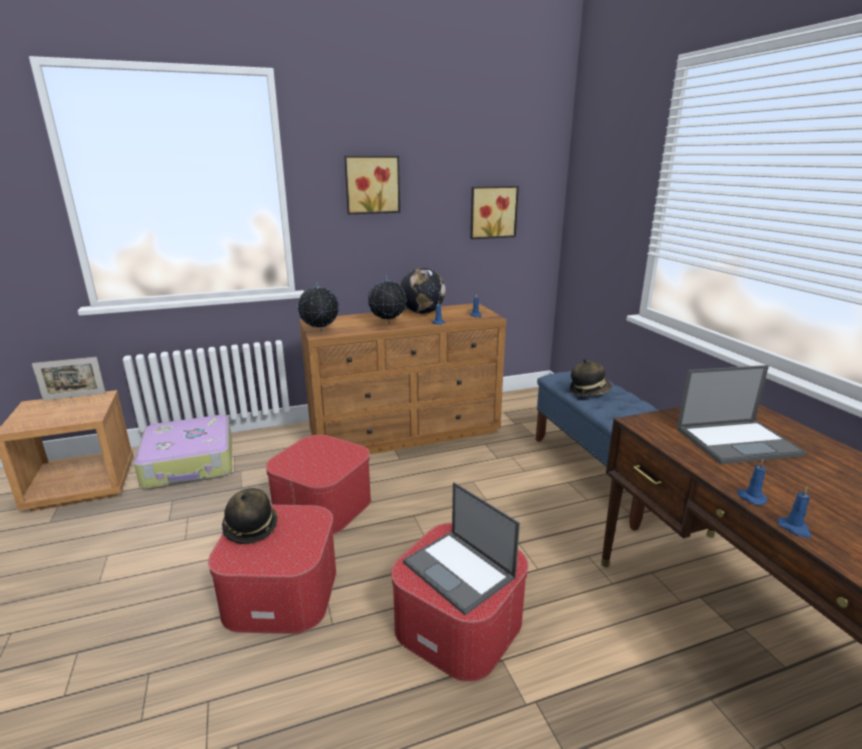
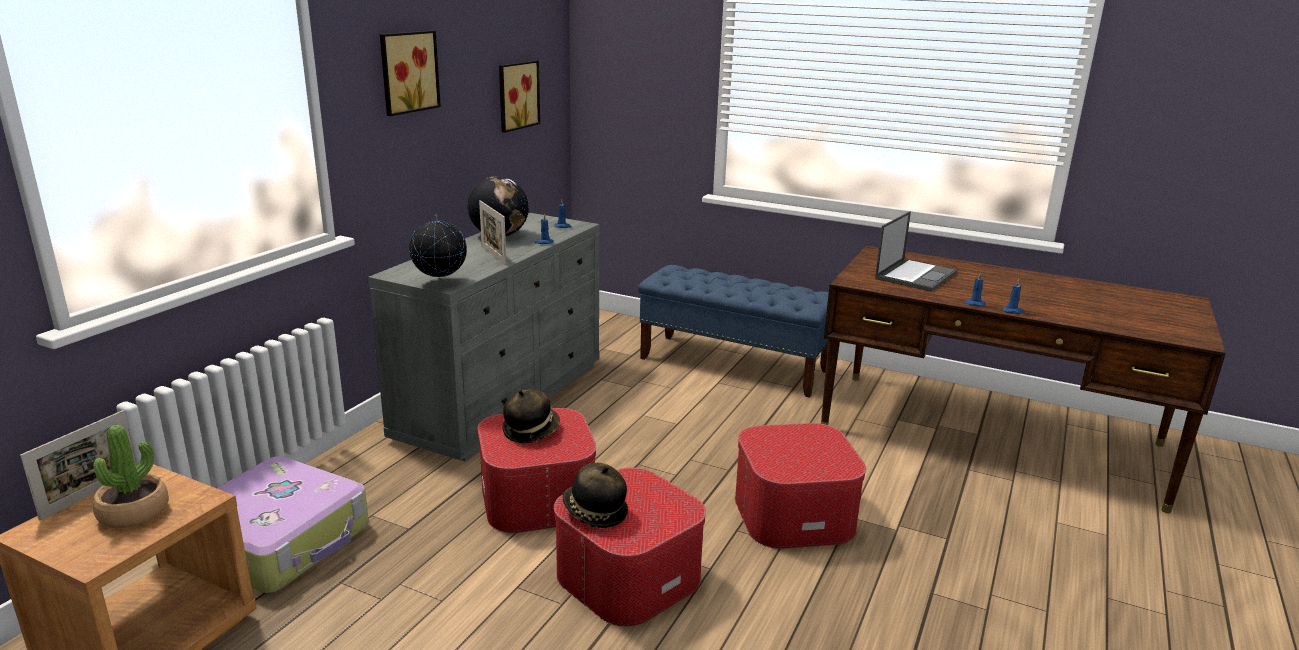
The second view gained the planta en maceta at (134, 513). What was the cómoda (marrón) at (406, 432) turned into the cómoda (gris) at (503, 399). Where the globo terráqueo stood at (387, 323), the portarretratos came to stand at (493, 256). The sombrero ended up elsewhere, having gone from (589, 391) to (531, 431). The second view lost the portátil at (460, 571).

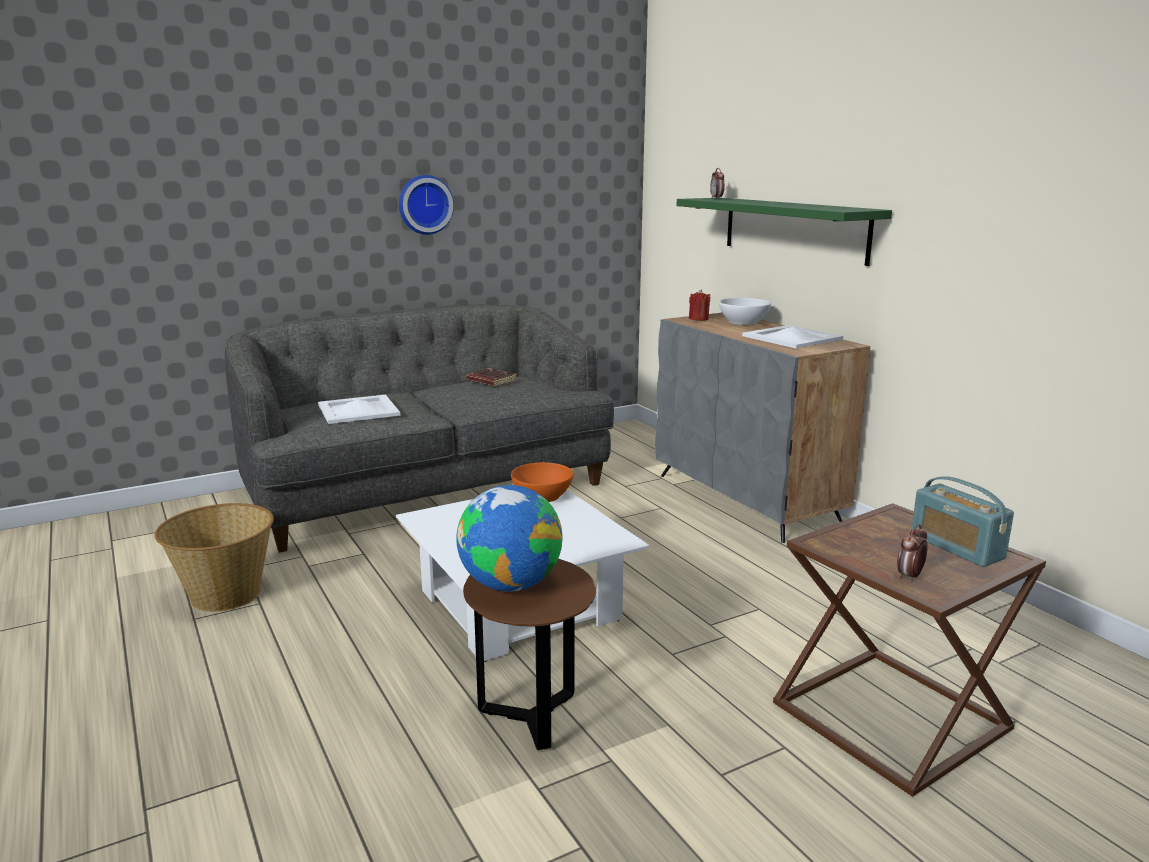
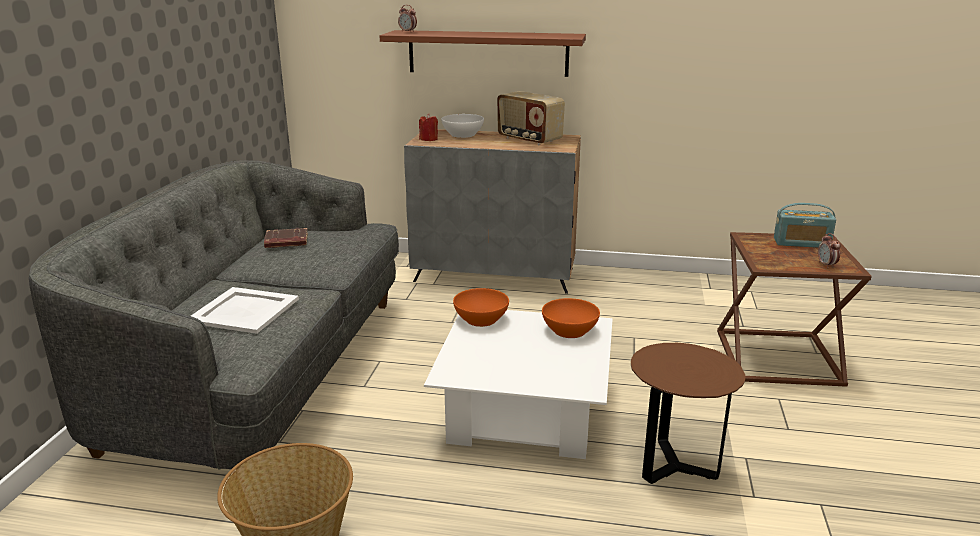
What was the estante (verde) at (794, 229) turned into the estante (marrón) at (488, 53). Where the bandeja (blanco) stood at (793, 337), the radio came to stand at (529, 139). The second view gained the cuenco (naranja) at (570, 330). The second view lost the reloj de pared at (424, 204). The second view lost the globo terráqueo at (510, 584).

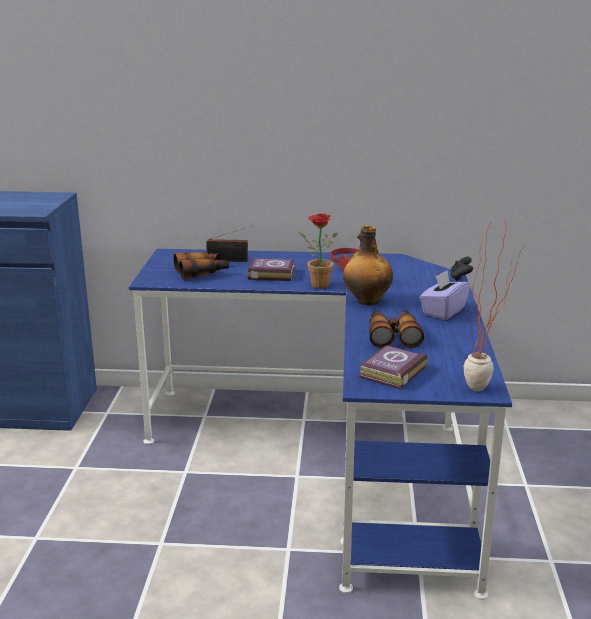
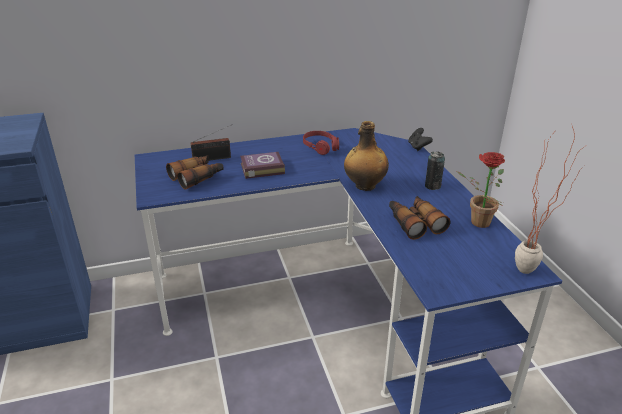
Where the caja de pañuelos (morado) stood at (443, 311), the lata came to stand at (432, 186). The planta en maceta ended up elsewhere, having gone from (316, 284) to (476, 222). The second view lost the libro at (390, 372).

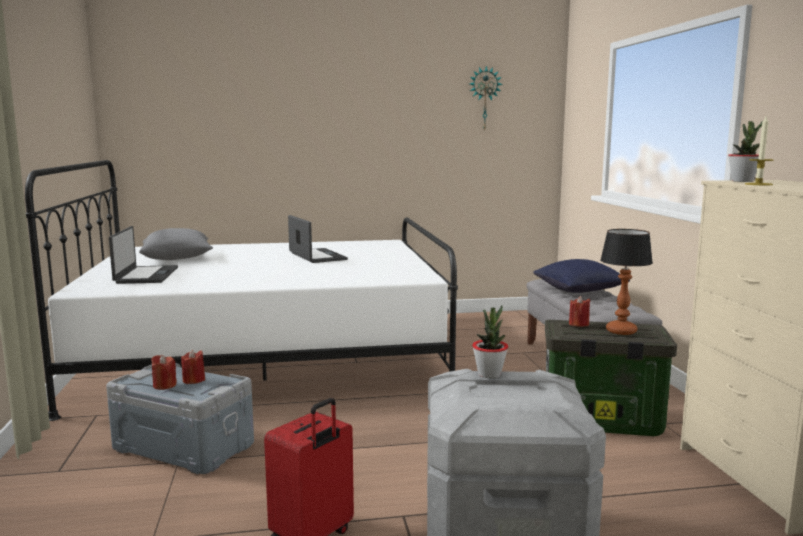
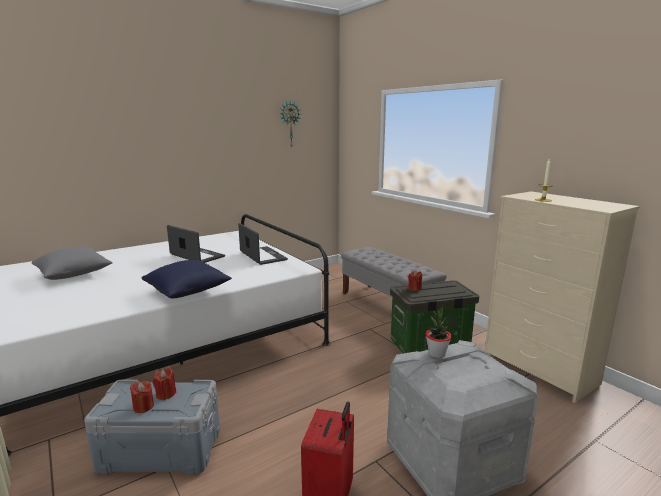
The cojín (azul) ended up elsewhere, having gone from (579, 291) to (187, 291). The portátil ended up elsewhere, having gone from (145, 275) to (262, 256). The second view lost the lámpara de mesa at (621, 331). The second view lost the planta en maceta at (742, 181).

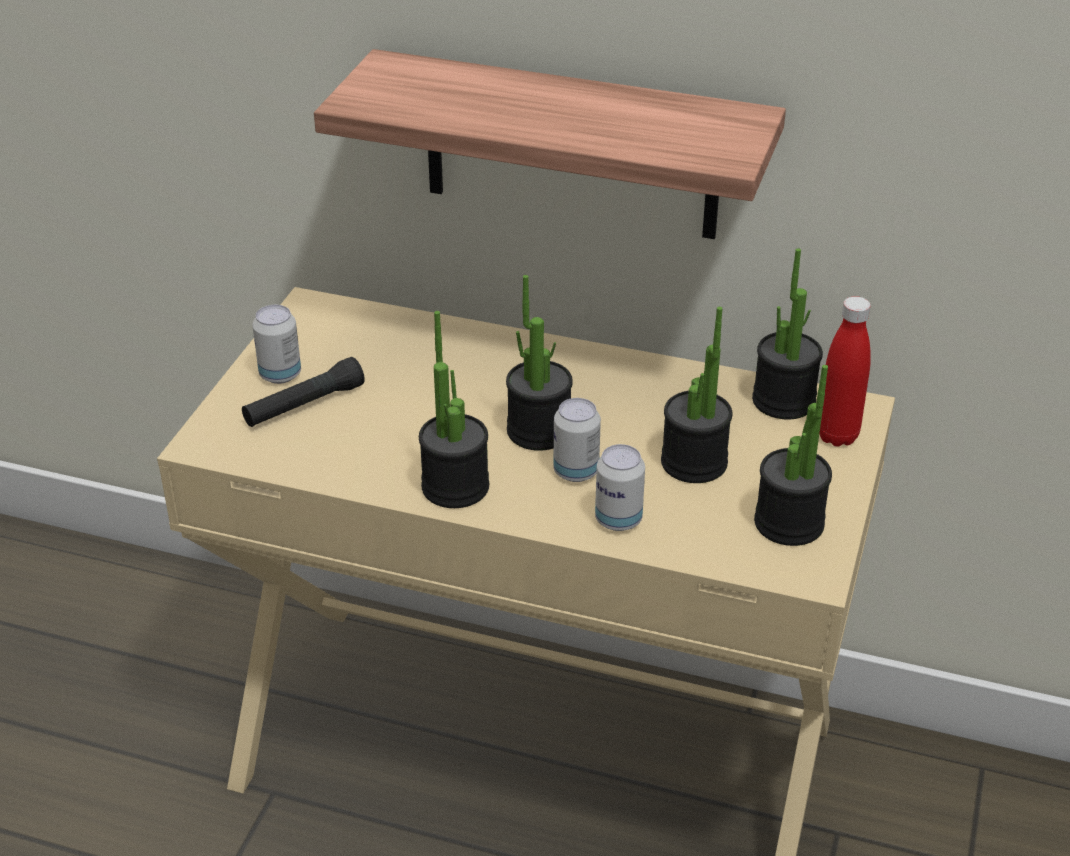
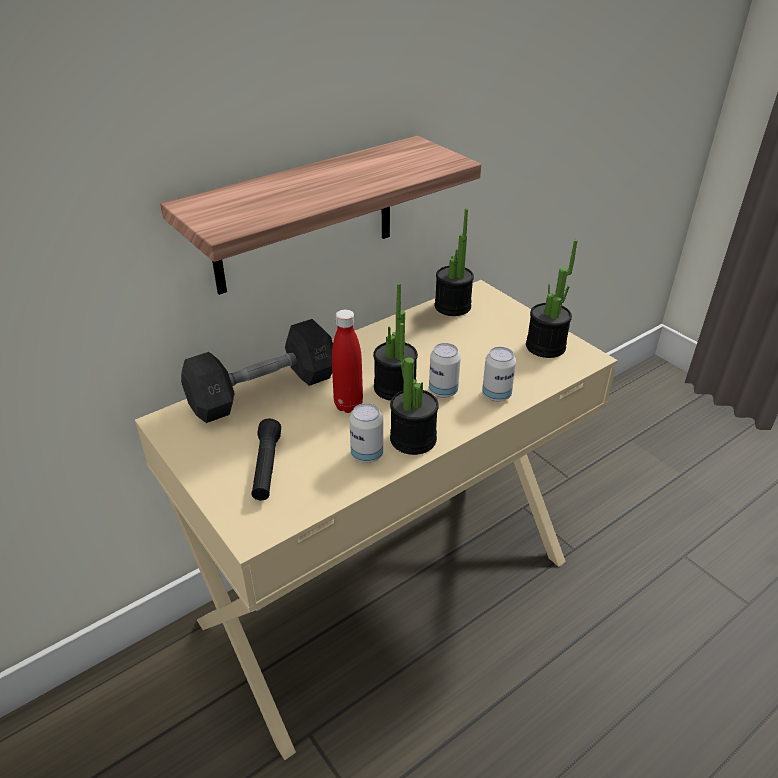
The second view gained the mancuerna (gris) at (263, 391). The botella (rojo) ended up elsewhere, having gone from (837, 436) to (348, 405). The lata ended up elsewhere, having gone from (280, 375) to (367, 455). The second view lost the planta en maceta at (694, 462).

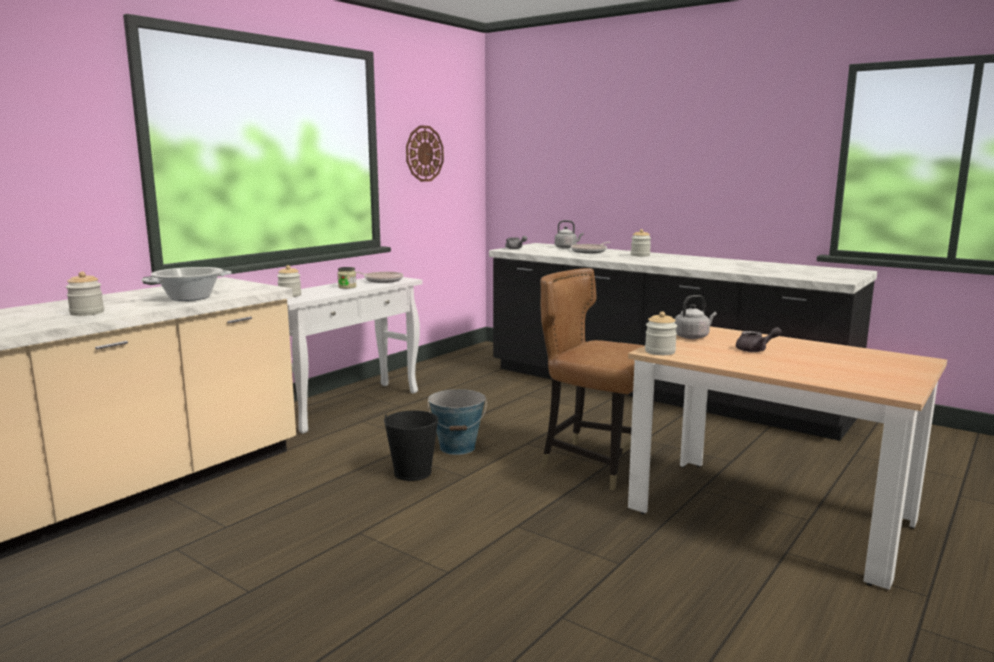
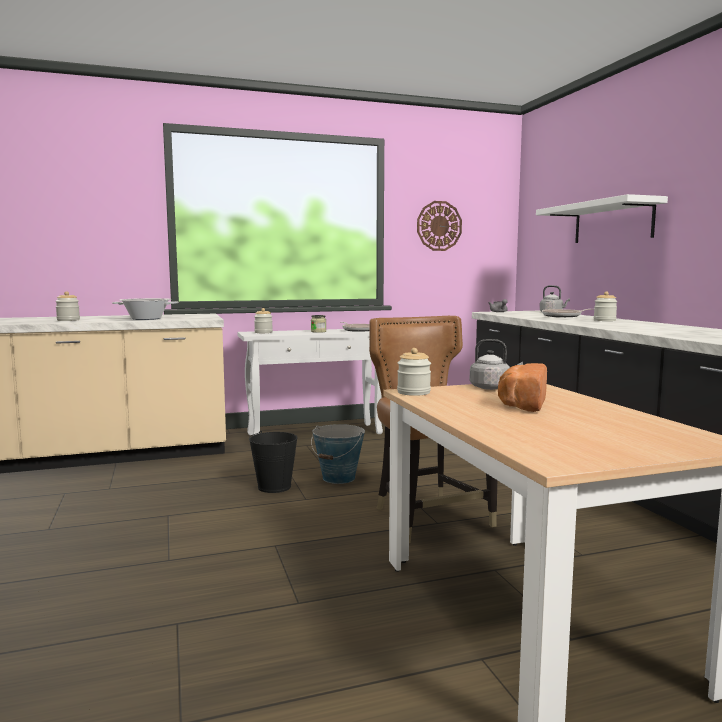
Where the tetera (gris) stood at (755, 350), the pan came to stand at (521, 404). The second view gained the estante (blanco) at (612, 222).

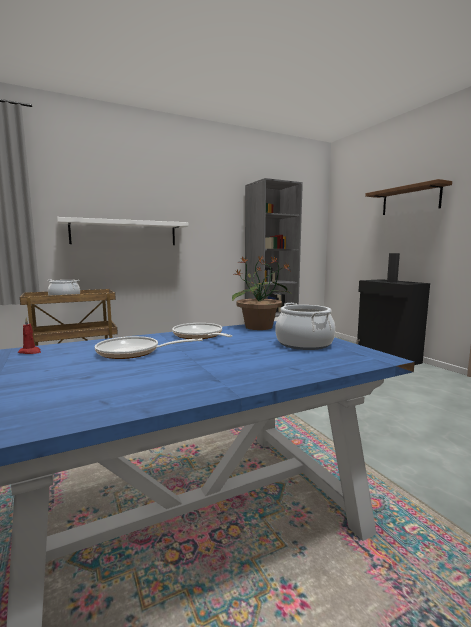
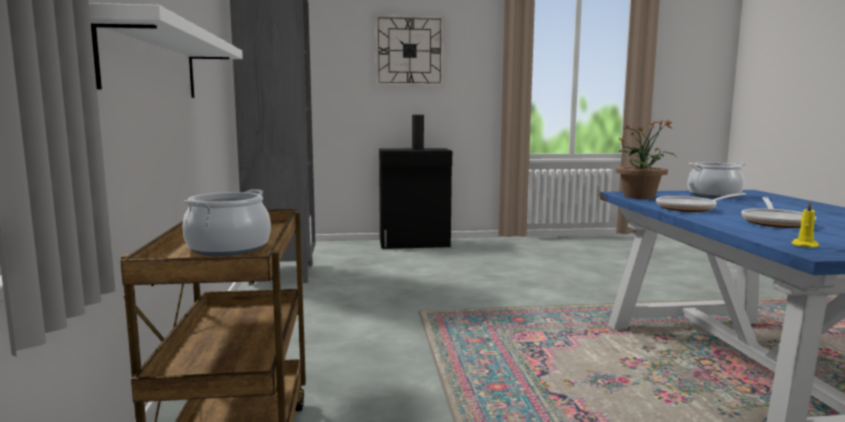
Where the estante (marrón) hung at (410, 200), the reloj de pared came to hang at (409, 51). What was the vela (rojo) at (30, 352) turned into the vela (amarillo) at (804, 245).

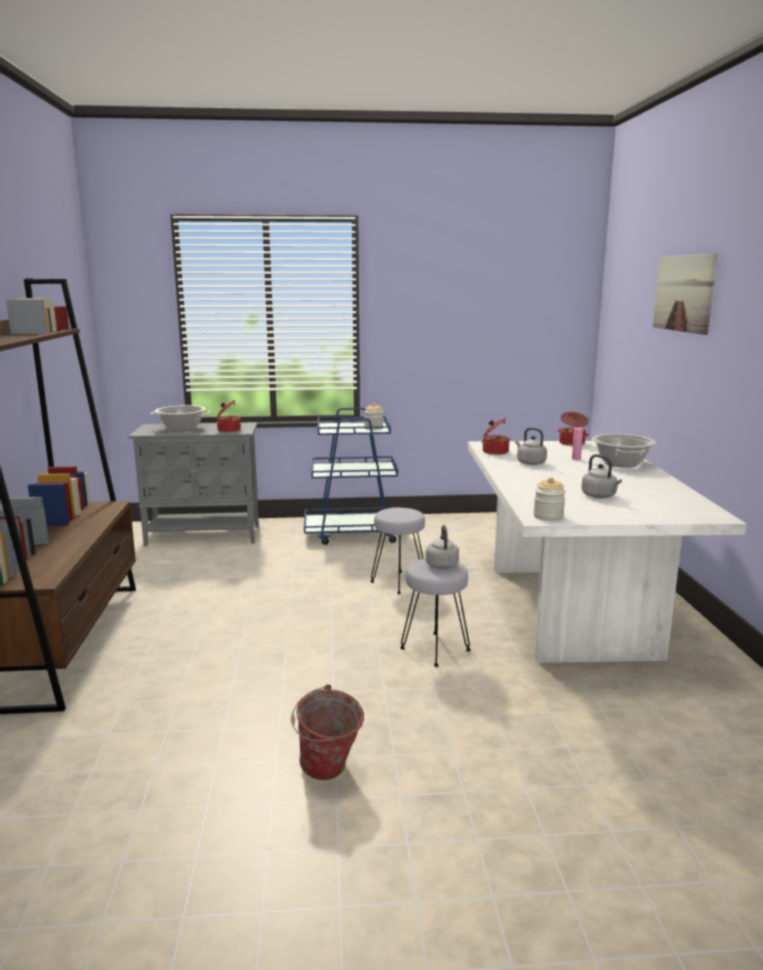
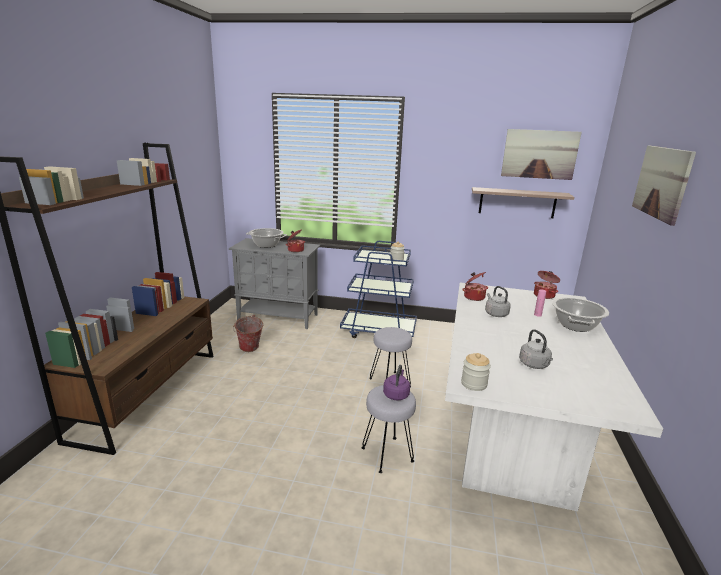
The cubo ended up elsewhere, having gone from (328, 773) to (249, 350). What was the hervidor (gris) at (441, 564) turned into the hervidor (morado) at (396, 394). The second view gained the estante at (517, 202). The second view gained the cuadro at (539, 154).

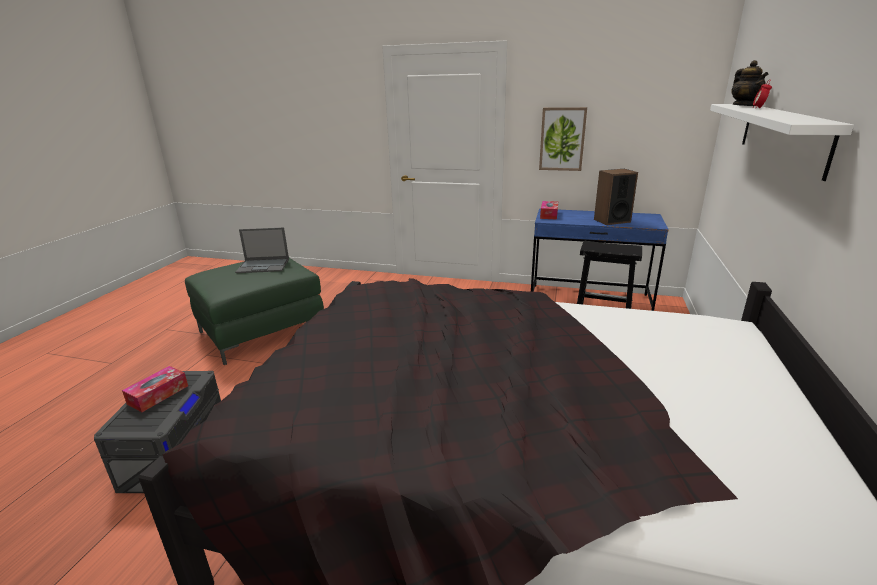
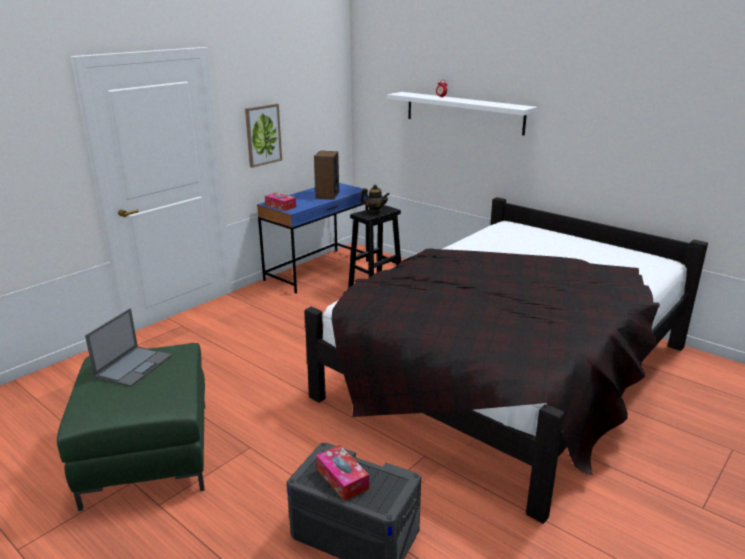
The tetera ended up elsewhere, having gone from (744, 106) to (375, 211).

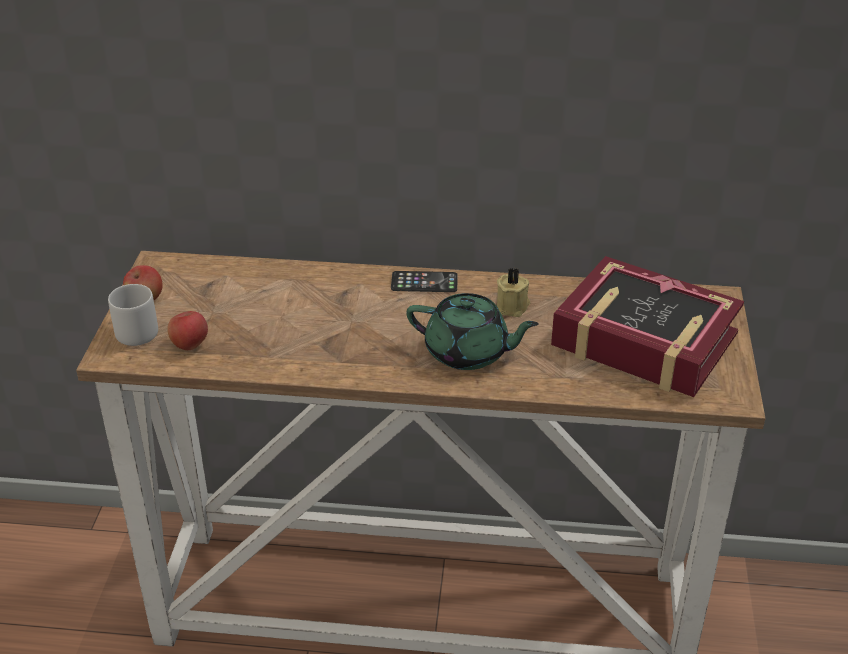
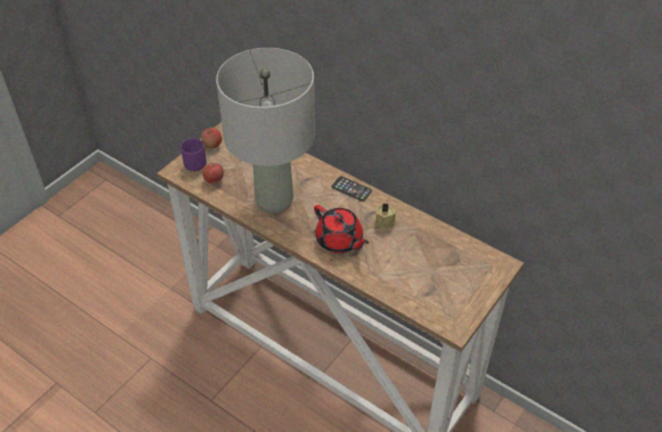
What was the taza grande (gris) at (134, 330) turned into the taza grande (morado) at (195, 161). The second view gained the lámpara de mesa (gris) at (274, 200). What was the tetera (verde) at (468, 353) turned into the tetera (rojo) at (339, 241). The second view lost the libro at (644, 340).

